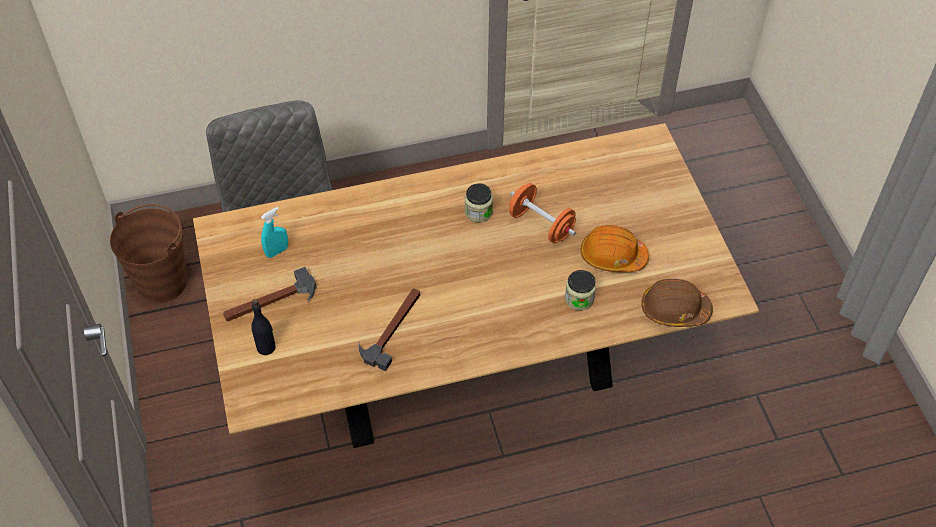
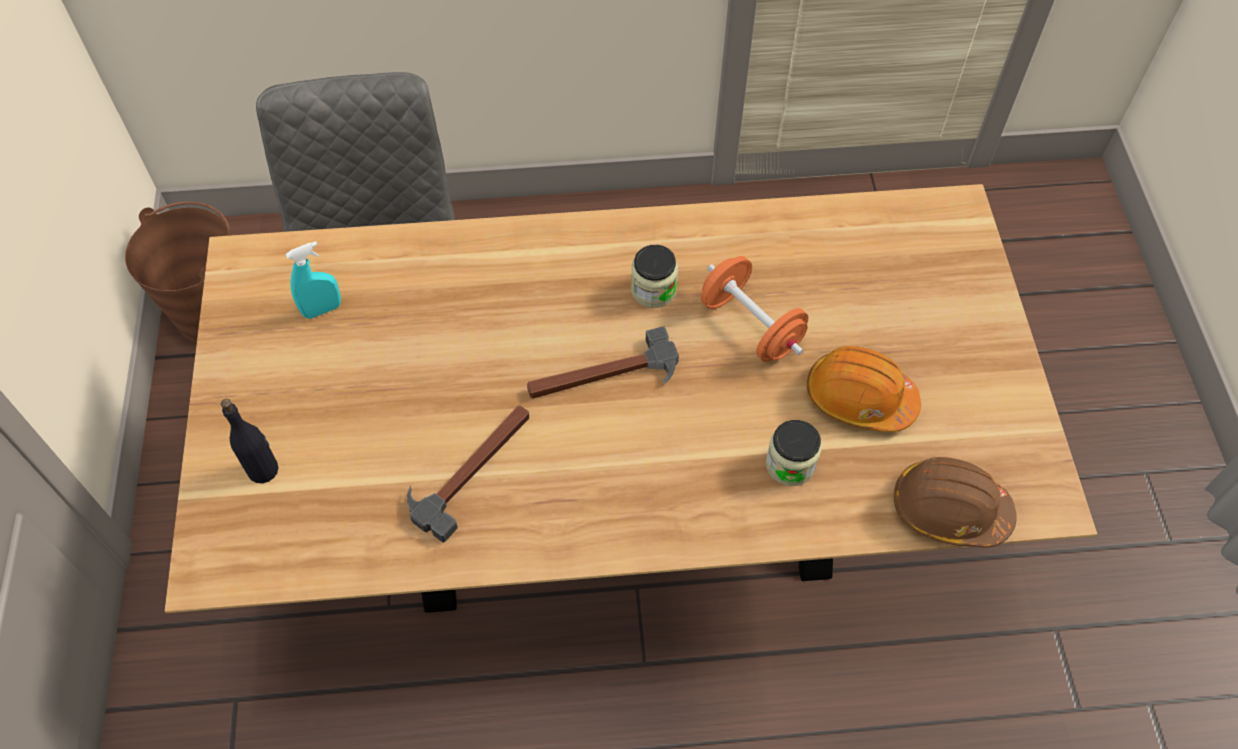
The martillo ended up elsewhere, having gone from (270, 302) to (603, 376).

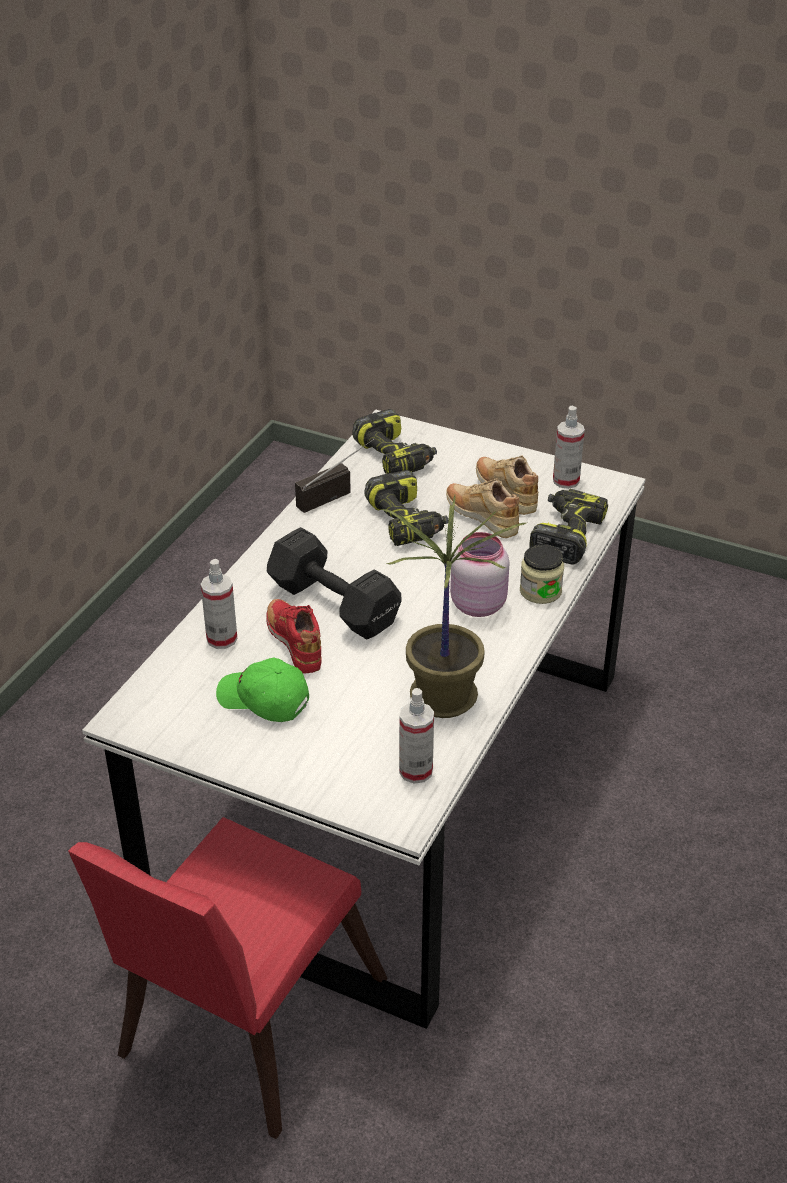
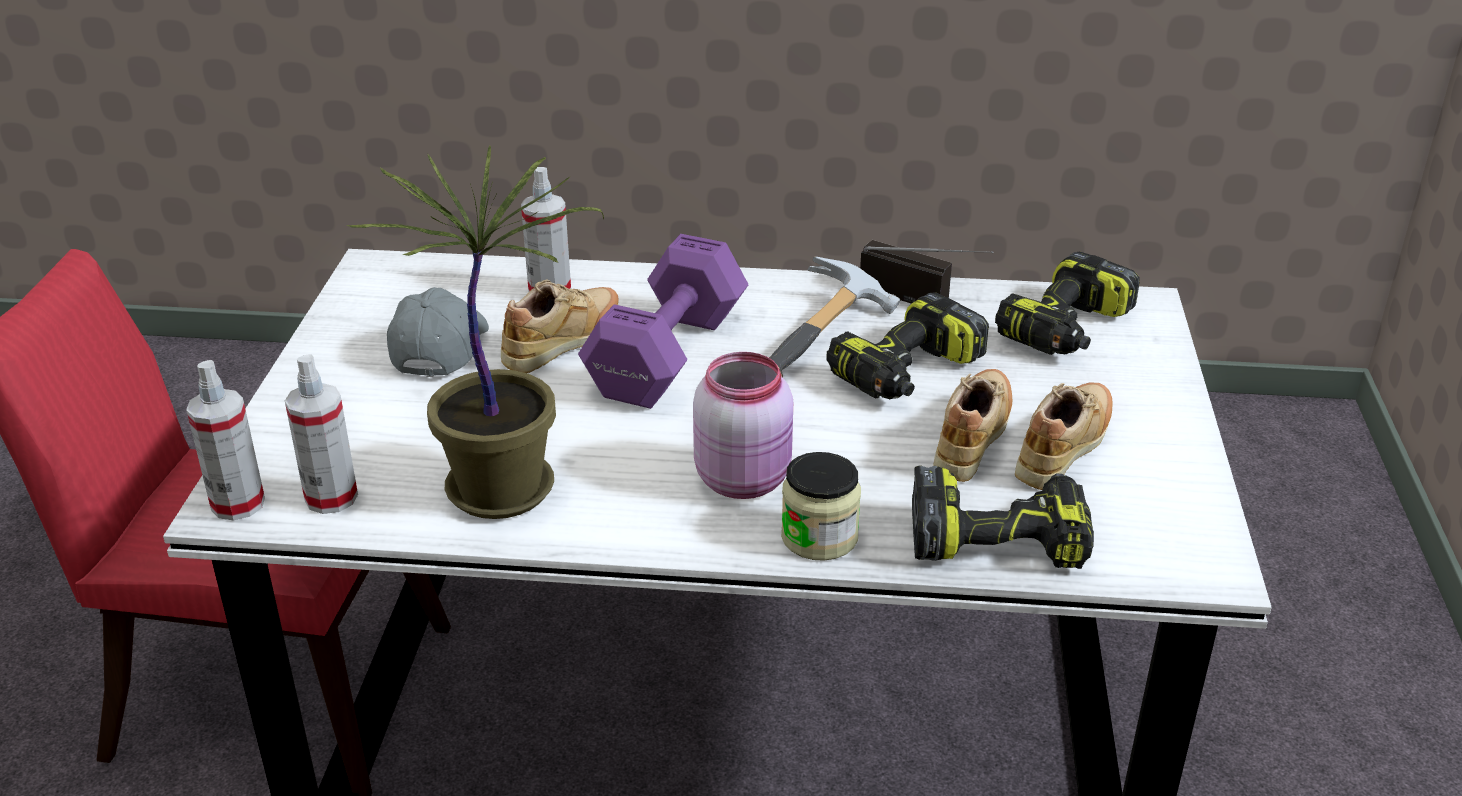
The pulverizador ended up elsewhere, having gone from (566, 480) to (238, 504). What was the gorra (verde) at (263, 700) turned into the gorra (gris) at (439, 347). What was the zapato (rojo) at (295, 644) turned into the zapato (beis) at (564, 345). What was the mancuerna (negro) at (332, 602) turned into the mancuerna (morado) at (671, 353). The second view gained the martillo at (828, 340).

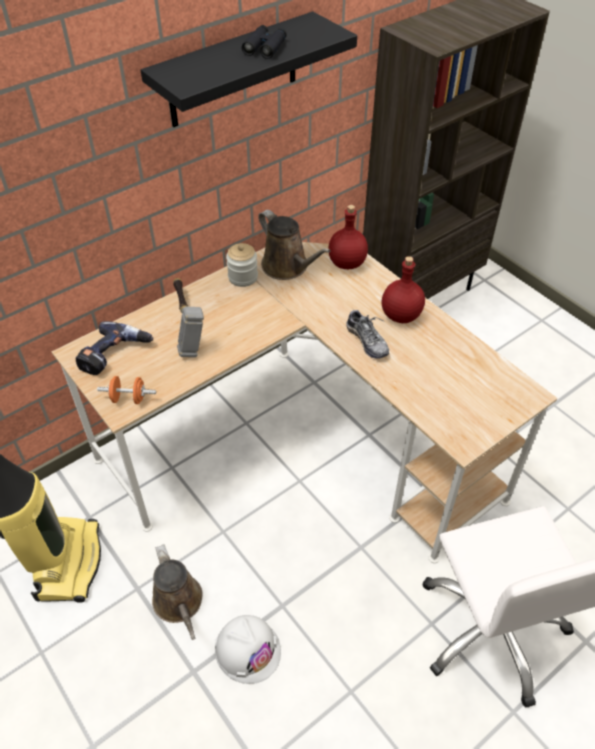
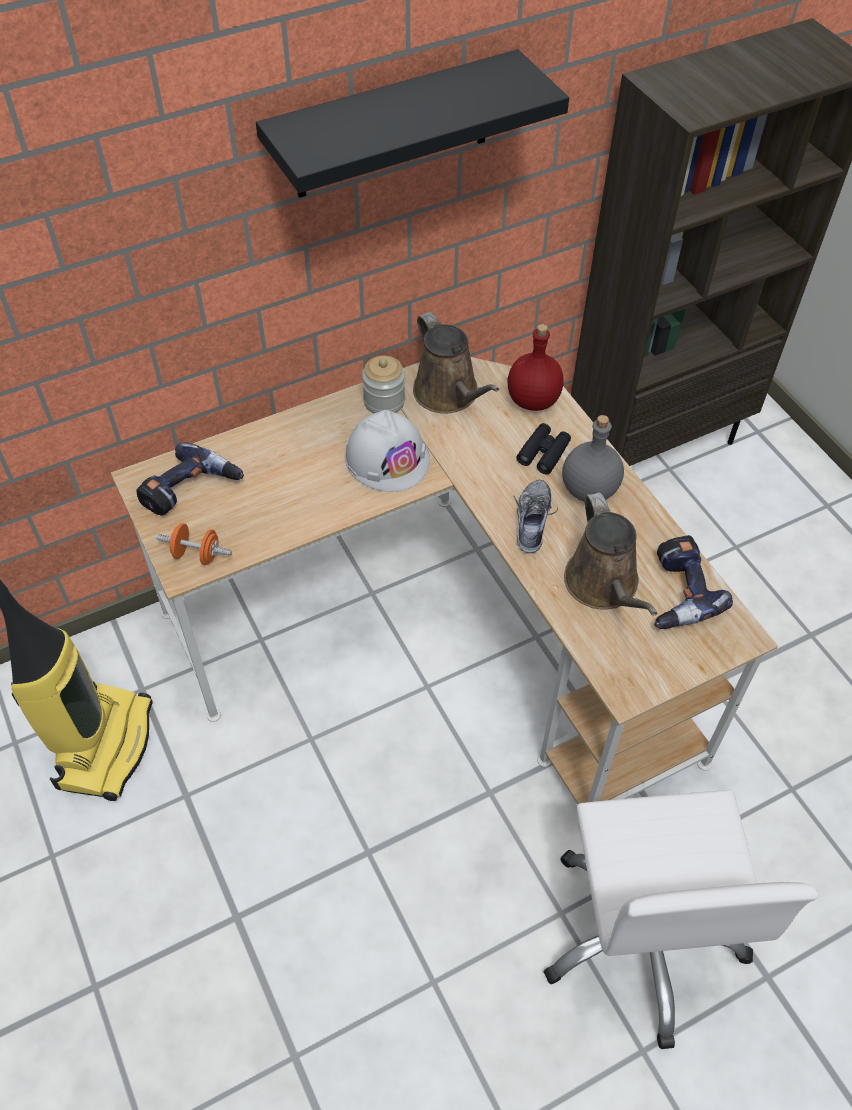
The casco (blanco) ended up elsewhere, having gone from (248, 649) to (387, 458). The zapato at (367, 341) ended up facing another way, 150 degrees counterclockwise from before. The prismáticos (negro) ended up elsewhere, having gone from (265, 47) to (543, 453). What was the botella (rojo) at (400, 315) turned into the botella (gris) at (588, 489). The regadera (marrón) ended up elsewhere, having gone from (179, 603) to (604, 586). The second view gained the taladro at (676, 592). The second view lost the martillo at (186, 326).

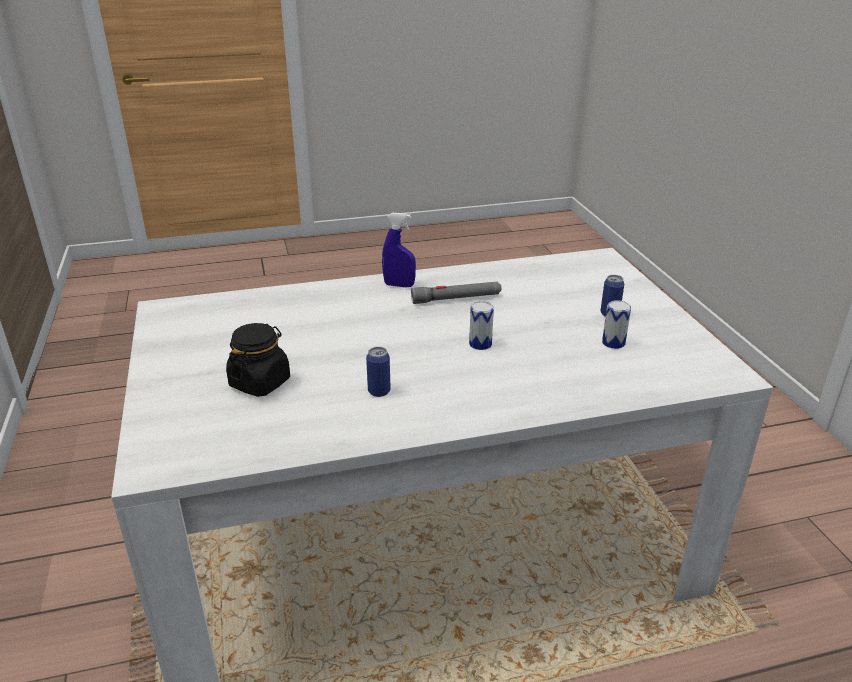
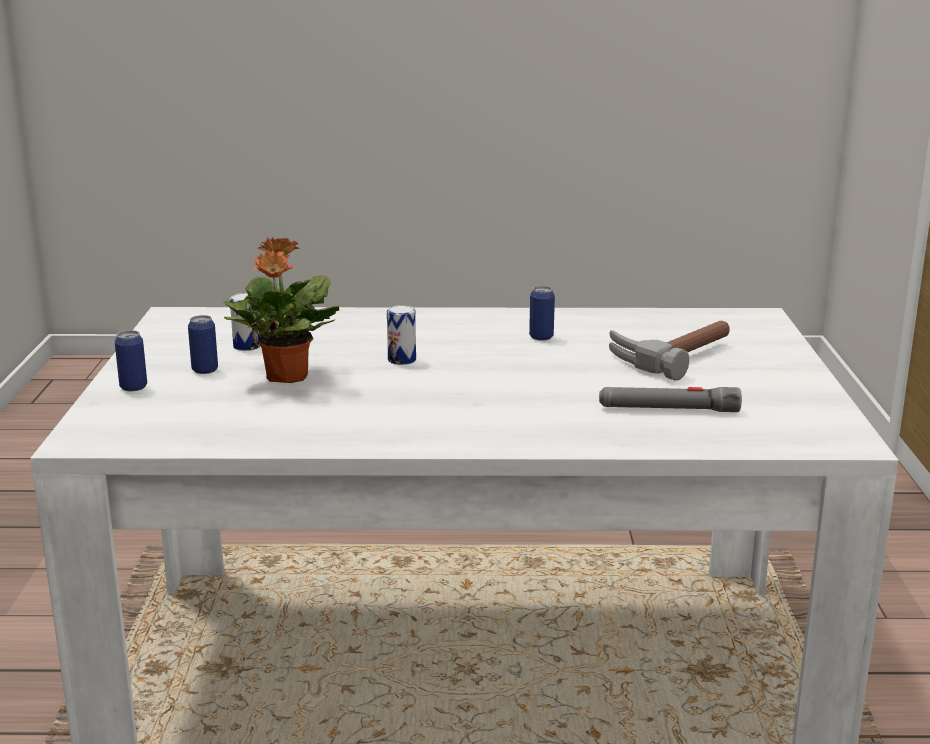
The second view gained the lata at (133, 387). The second view gained the planta en maceta at (286, 377). The linterna (gris) ended up elsewhere, having gone from (456, 298) to (668, 409). Where the tarro (negro) stood at (260, 382), the martillo came to stand at (671, 354). The second view lost the pulverizador (azul) at (399, 285).

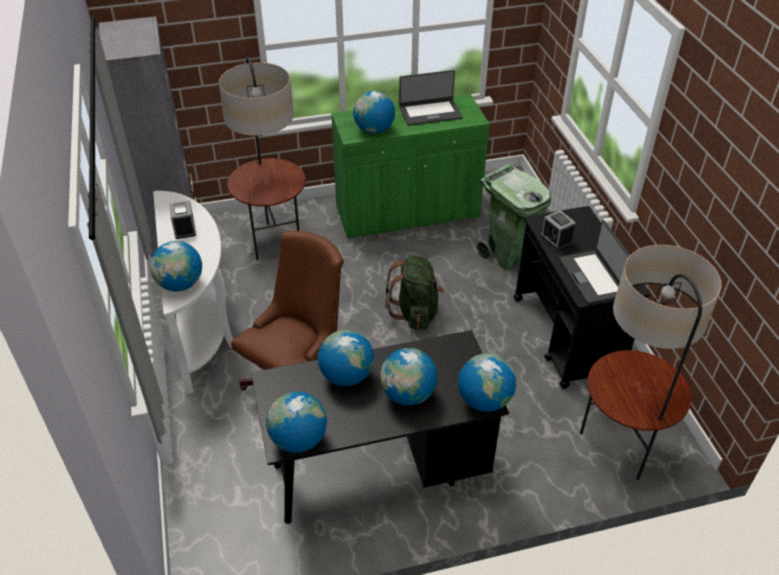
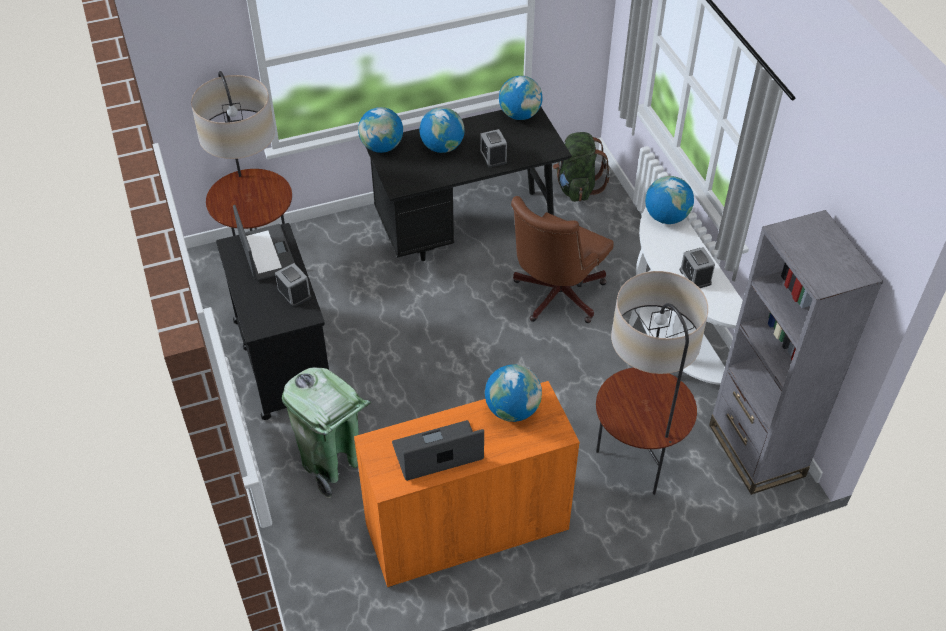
What was the armario (verde) at (407, 213) turned into the armario (naranja) at (467, 528). Where the globo terráqueo stood at (346, 376), the despertador came to stand at (493, 157). The mochila (verde) ended up elsewhere, having gone from (415, 312) to (577, 187).

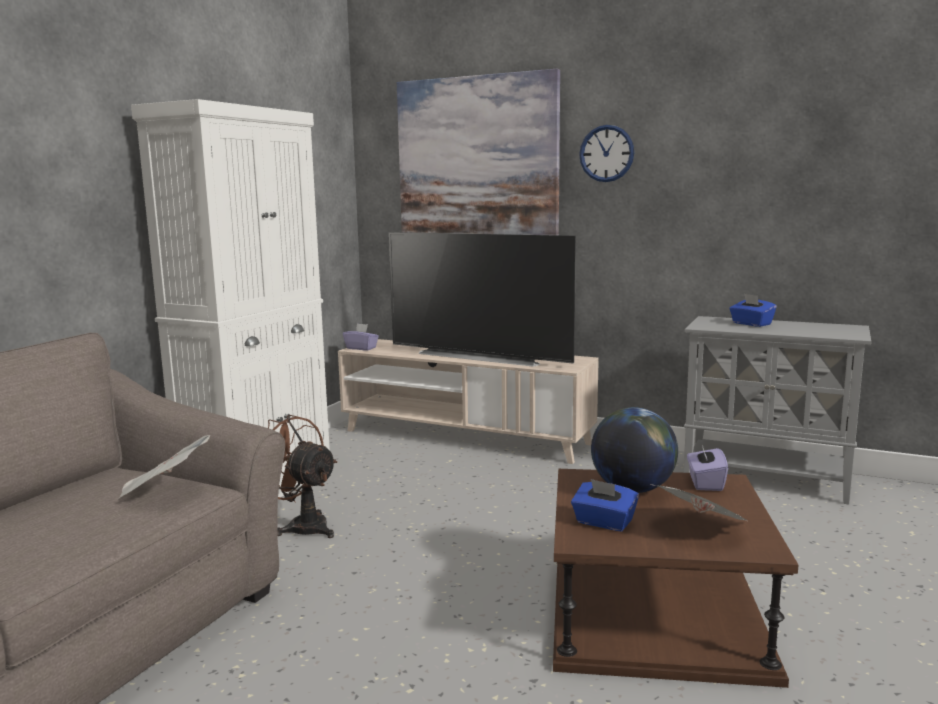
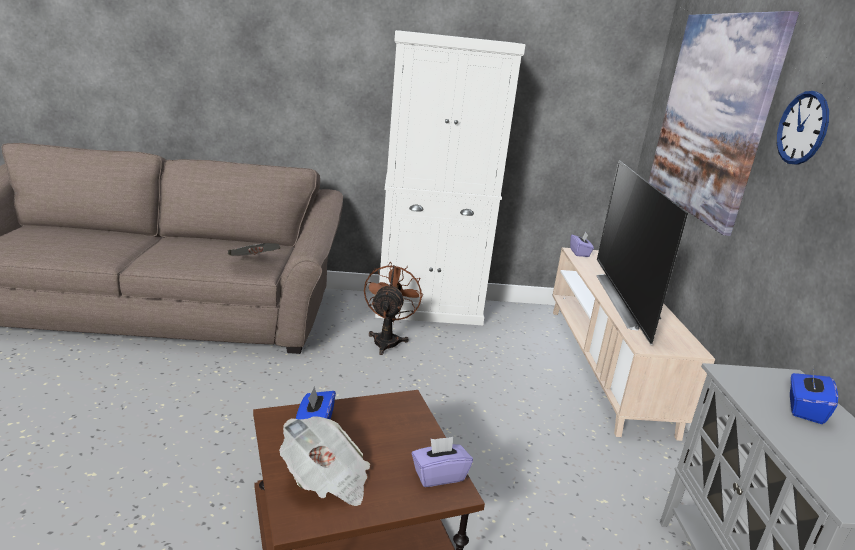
The second view lost the globo terráqueo at (632, 489).

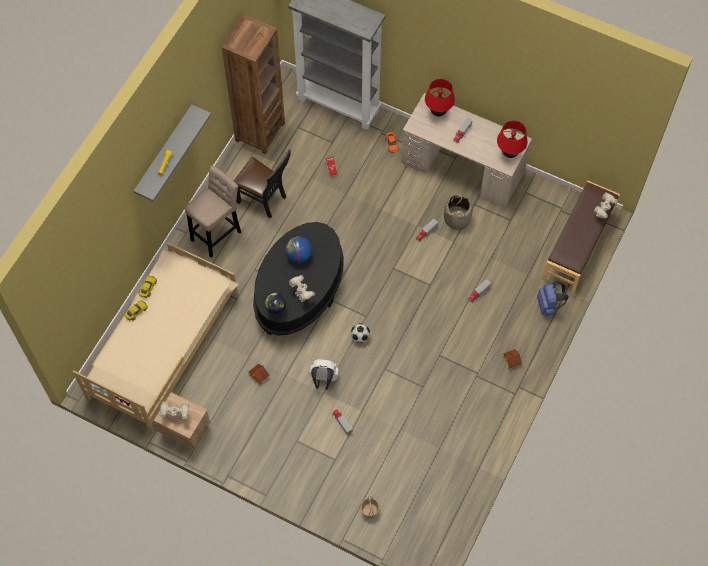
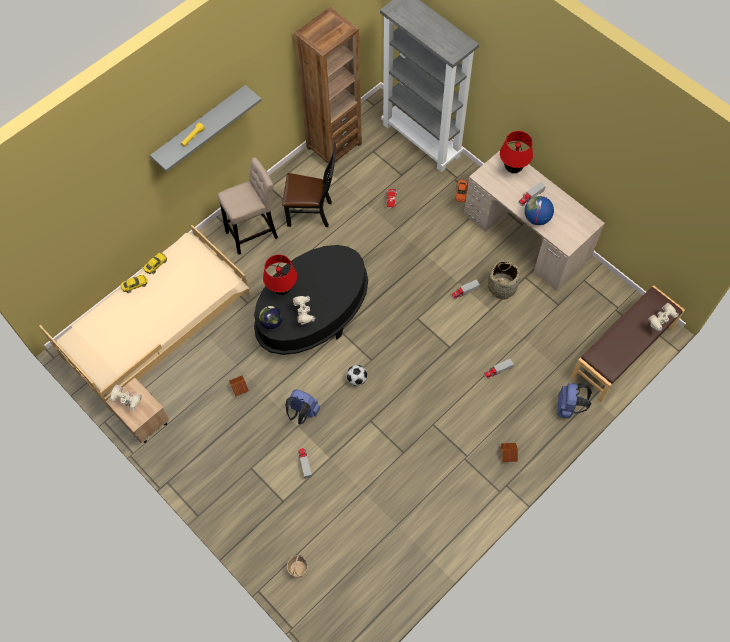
The lámpara de mesa (rojo) ended up elsewhere, having gone from (509, 153) to (282, 289). The silla (negro) at (264, 200) ended up facing another way, 45 degrees counterclockwise from before. What was the mochila (blanco) at (323, 379) turned into the mochila (azul) at (303, 412). The globo terráqueo ended up elsewhere, having gone from (299, 256) to (536, 218).

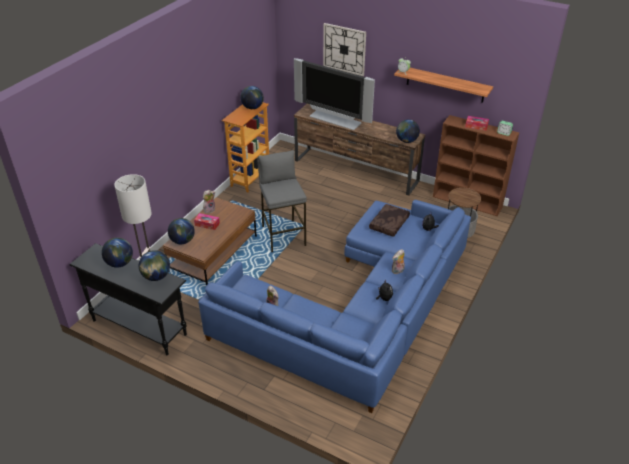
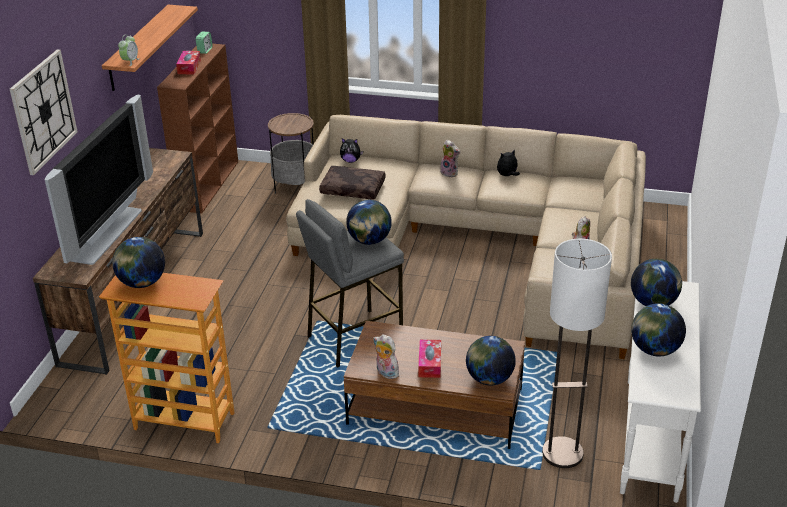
What was the sofá (azul) at (359, 310) turned into the sofá (beis) at (484, 242). The globo terráqueo ended up elsewhere, having gone from (406, 141) to (369, 241). What was the mesa consola (negro) at (139, 327) turned into the mesa consola (blanco) at (650, 438).

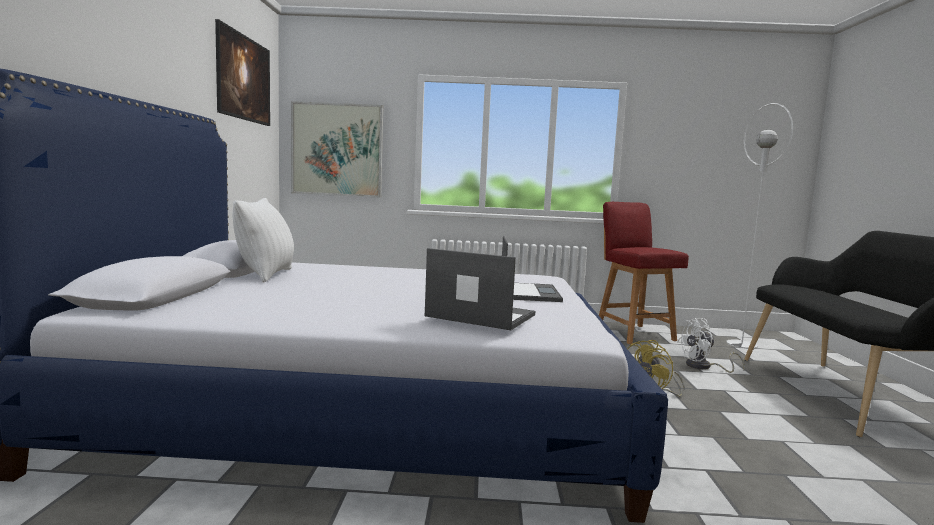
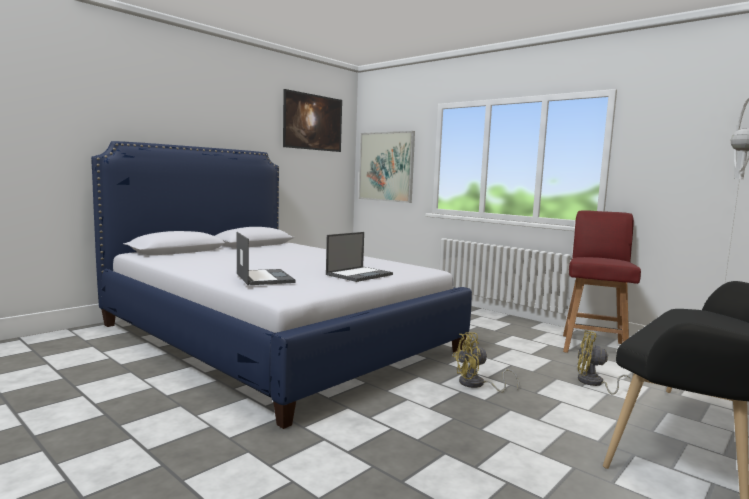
What was the ventilador (blanco) at (704, 367) turned into the ventilador (amarillo) at (594, 384). The second view lost the cojín (blanco) at (266, 275).

